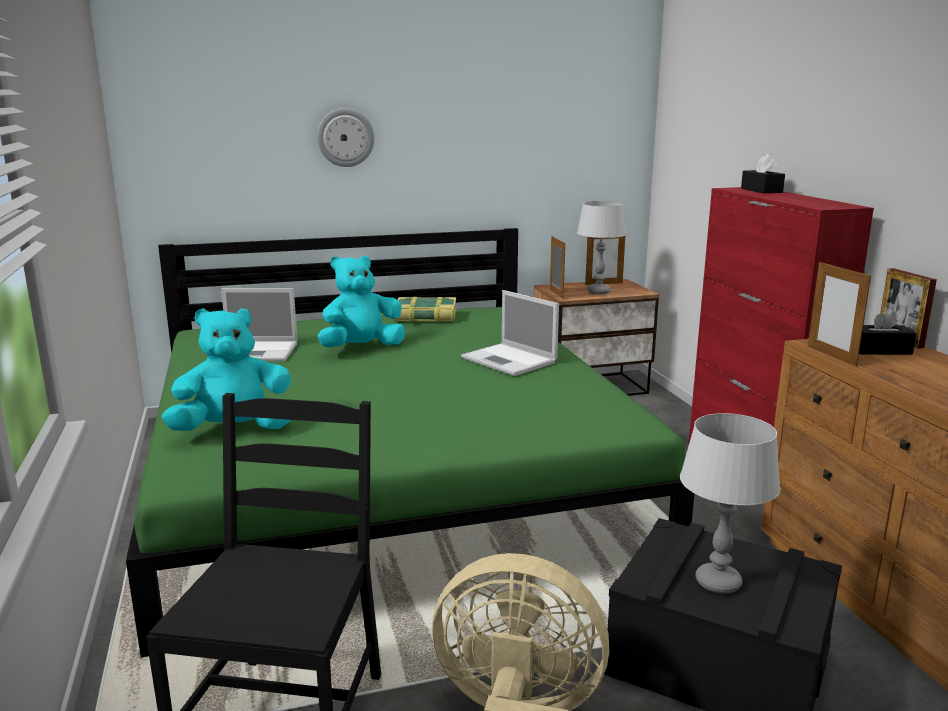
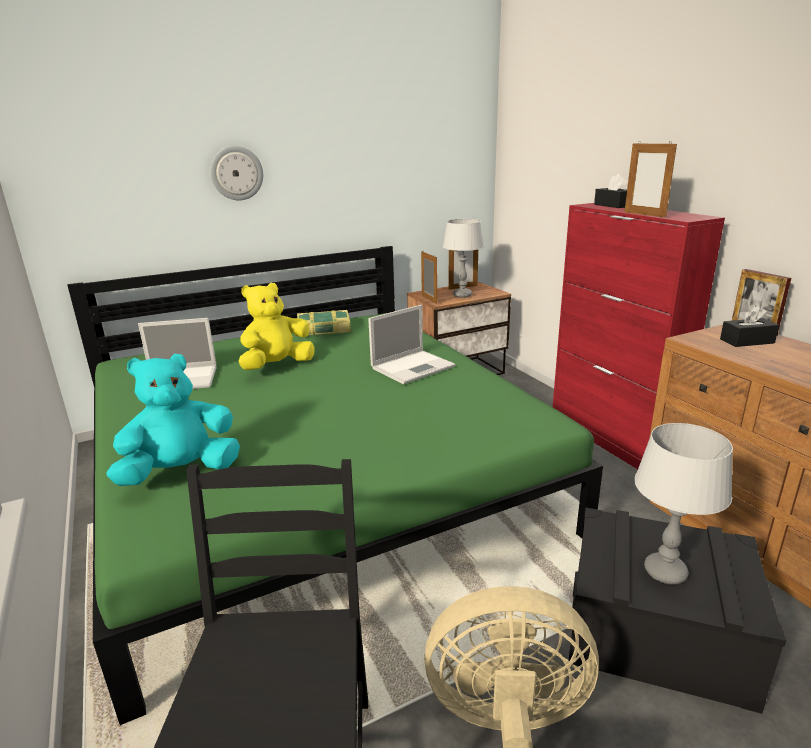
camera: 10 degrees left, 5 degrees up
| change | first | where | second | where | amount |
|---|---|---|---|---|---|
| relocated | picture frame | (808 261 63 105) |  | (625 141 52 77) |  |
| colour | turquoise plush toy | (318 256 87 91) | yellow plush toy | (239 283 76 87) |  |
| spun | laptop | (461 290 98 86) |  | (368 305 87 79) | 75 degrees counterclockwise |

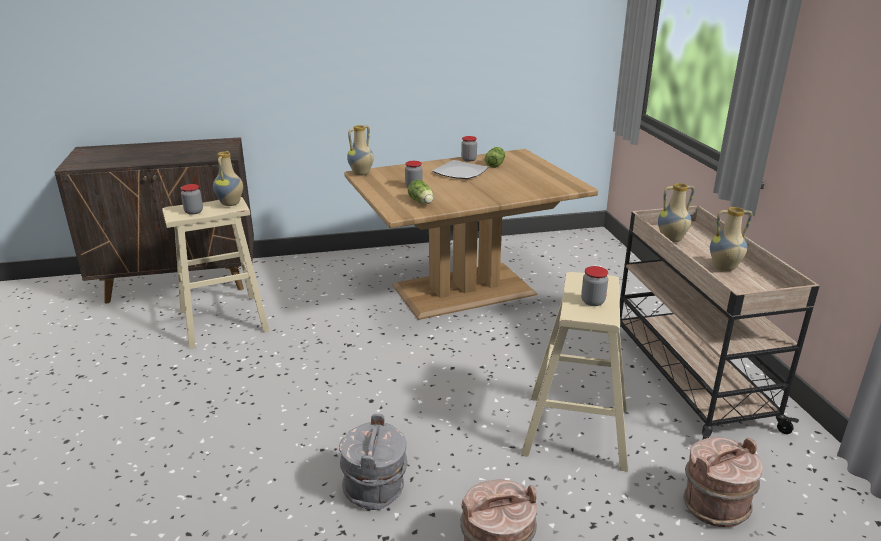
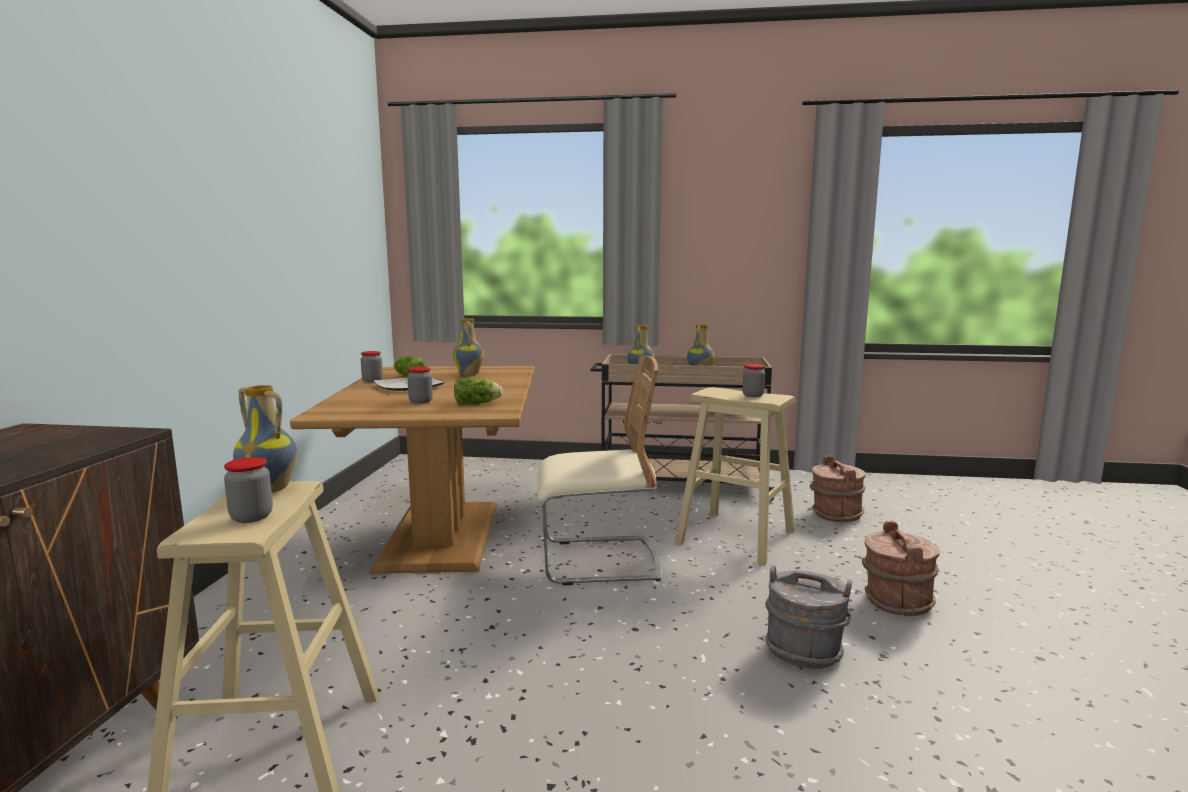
camera: 70 degrees left, 15 degrees down
| change | first | where | second | where | amount |
|---|---|---|---|---|---|
| appeared |  |  | beige chair | (537 356 125 229) |  |
| relocated | vase | (347 125 27 51) |  | (453 318 31 57) |  |

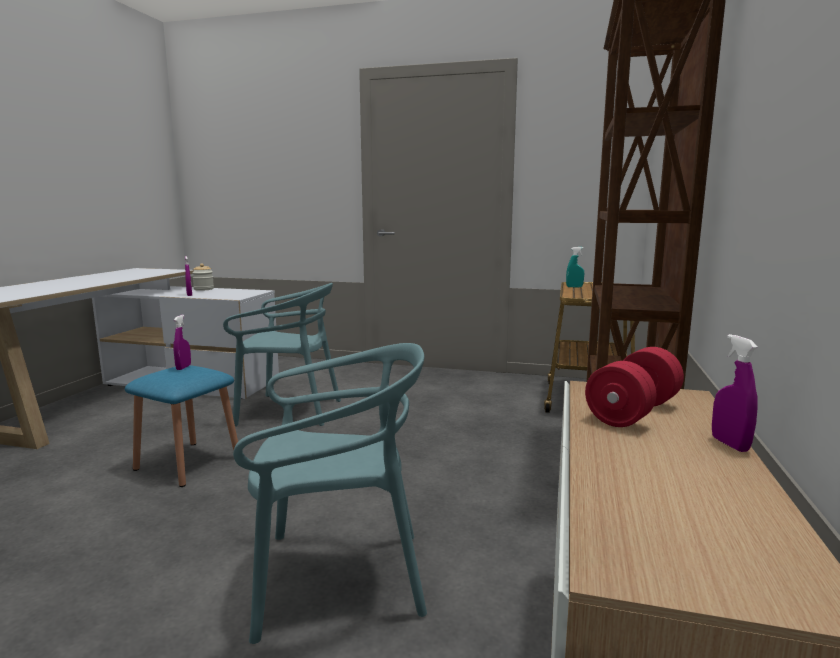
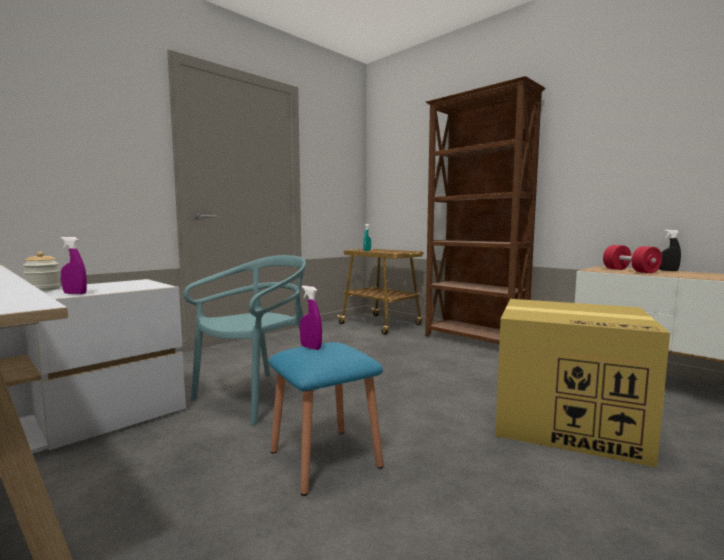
camera: 60 degrees left, 5 degrees down
| change | first | where | second | where | amount |
|---|---|---|---|---|---|
| exchanged | turquoise chair | (233 343 194 301) | cardboard box | (495 299 175 168) |  |
| colour | purple spray bottle | (712 334 46 118) | black spray bottle | (659 230 22 41) |  |

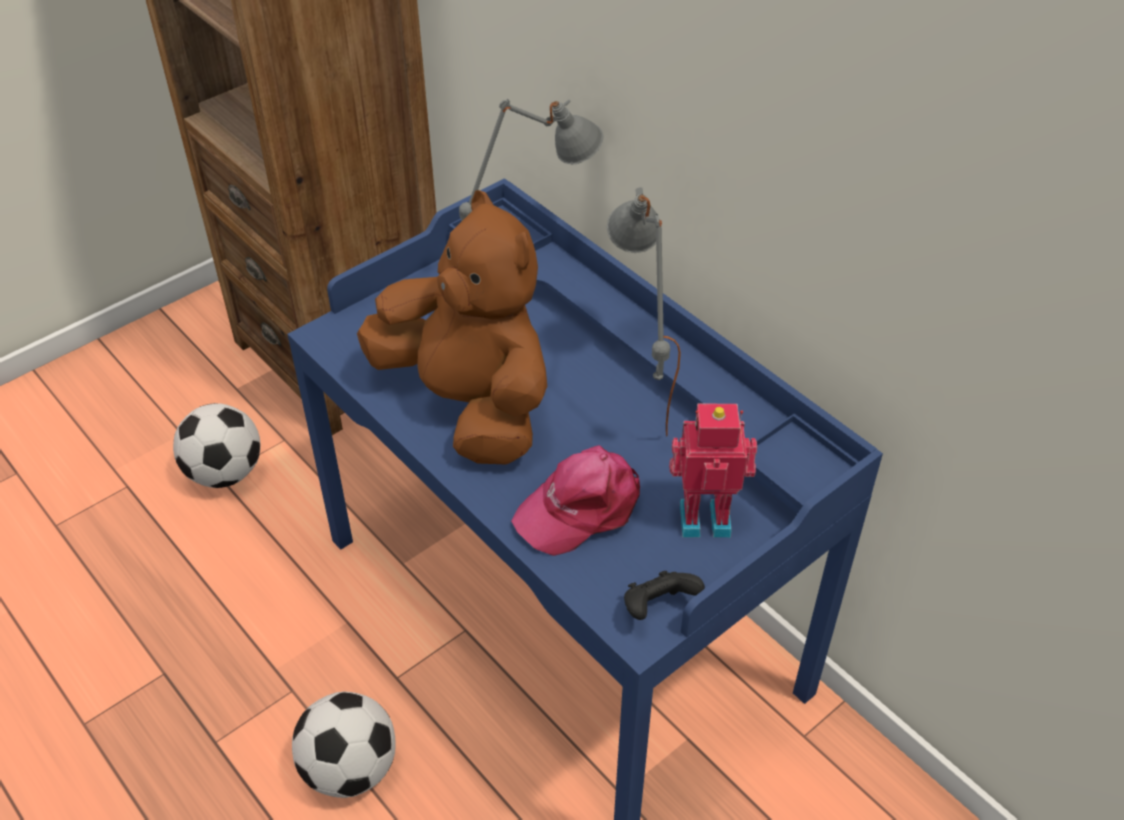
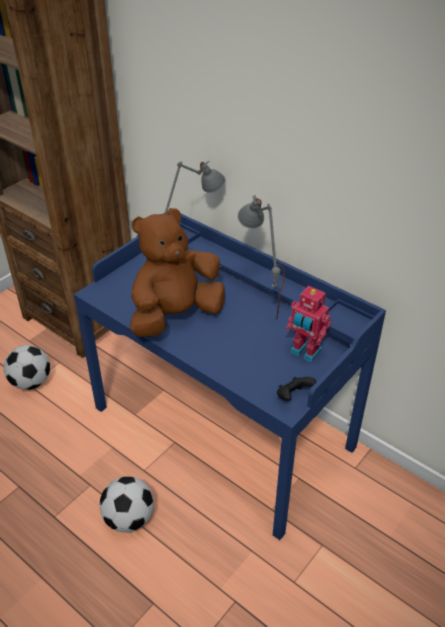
camera: 10 degrees left, 5 degrees down
| change | first | where | second | where | amount |
|---|---|---|---|---|---|
| missing | pink cap | (511 445 129 111) |  |  |  |
| spun | brown plush toy | (357 190 190 274) |  | (130 208 95 129) | 75 degrees counterclockwise |
| spun | toy robot | (669 404 88 134) |  | (286 286 45 76) | 135 degrees counterclockwise |

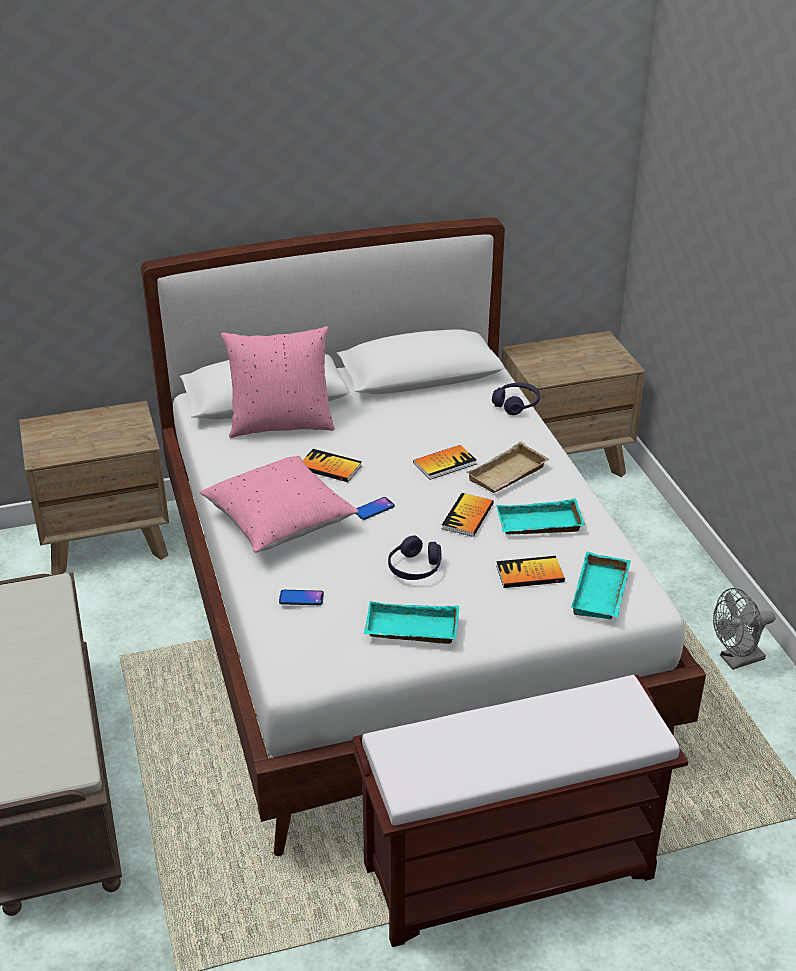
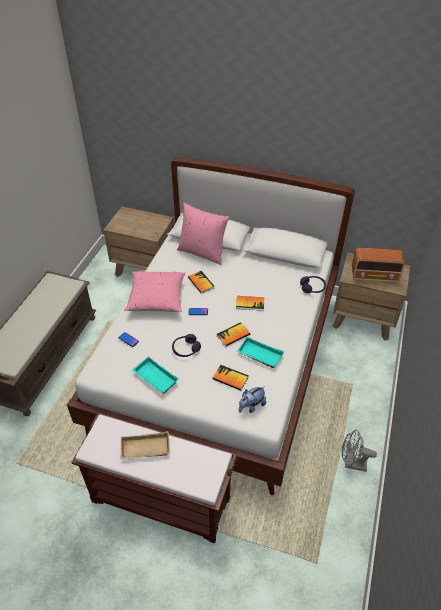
camera: 35 degrees right, 10 degrees up
| change | first | where | second | where | amount |
|---|---|---|---|---|---|
| appeared |  |  | radio | (352 248 53 35) |  |
| relocated | beige tray | (467 441 82 52) |  | (120 431 50 29) |  |
| exchanged | turquoise tray | (571 552 60 67) | plush toy | (239 386 27 27) |  |

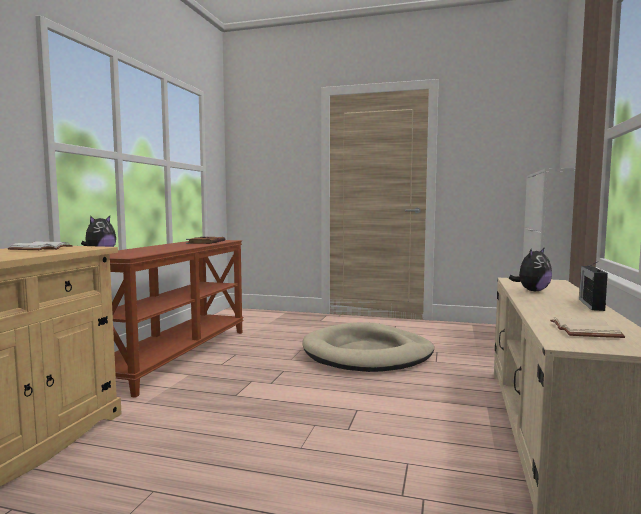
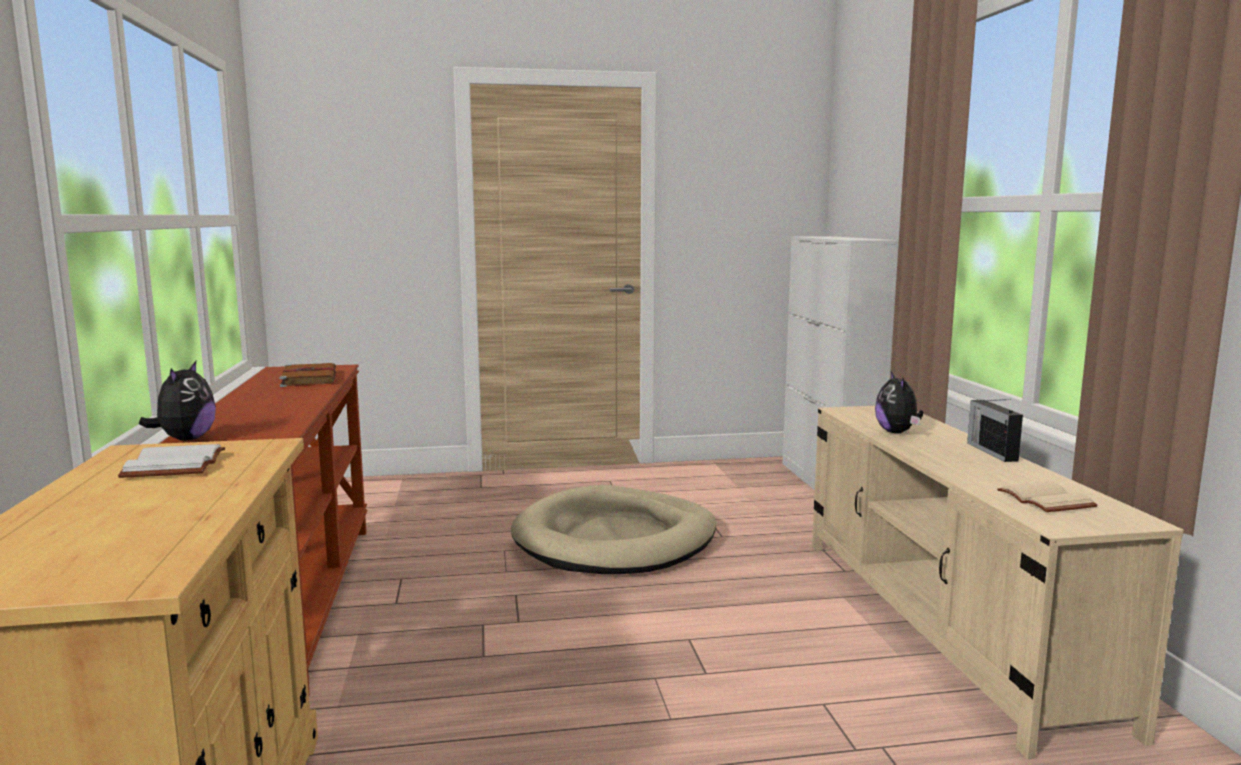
camera: 25 degrees left, 5 degrees up
| change | first | where | second | where | amount |
|---|---|---|---|---|---|
| spun | plush toy | (509 247 43 44) |  | (875 372 48 61) | 150 degrees clockwise |

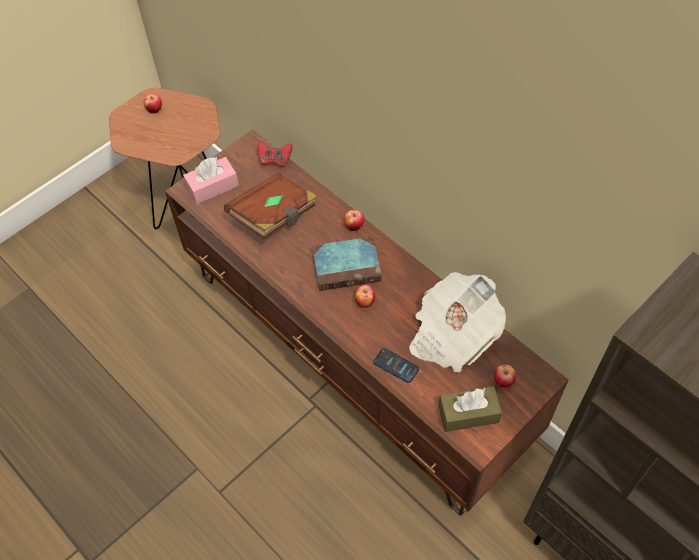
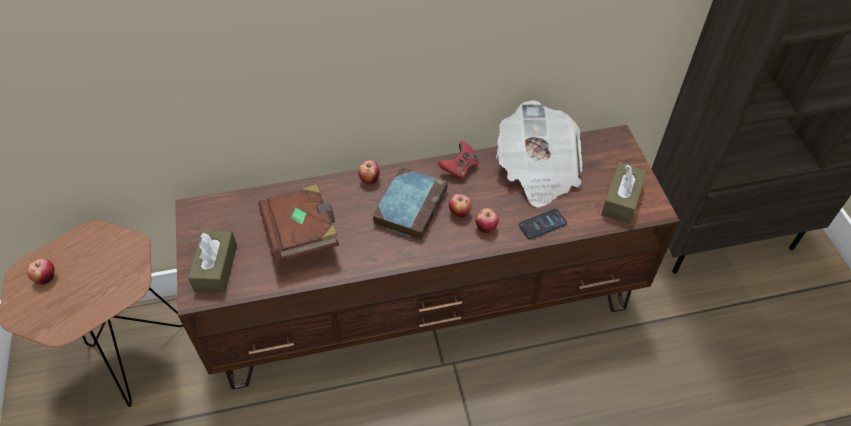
camera: 60 degrees left, 5 degrees down
| change | first | where | second | where | amount |
|---|---|---|---|---|---|
| relocated | red game controller | (258 141 35 26) |  | (438 141 41 38) |  |
| relocated | apple | (494 364 22 24) |  | (475 208 24 25) |  |
| colour | pink tissue box | (183 156 56 48) | brown tissue box | (188 230 49 63) |  |

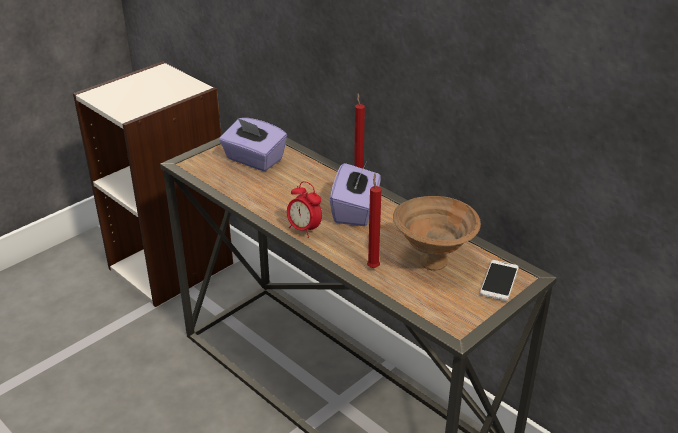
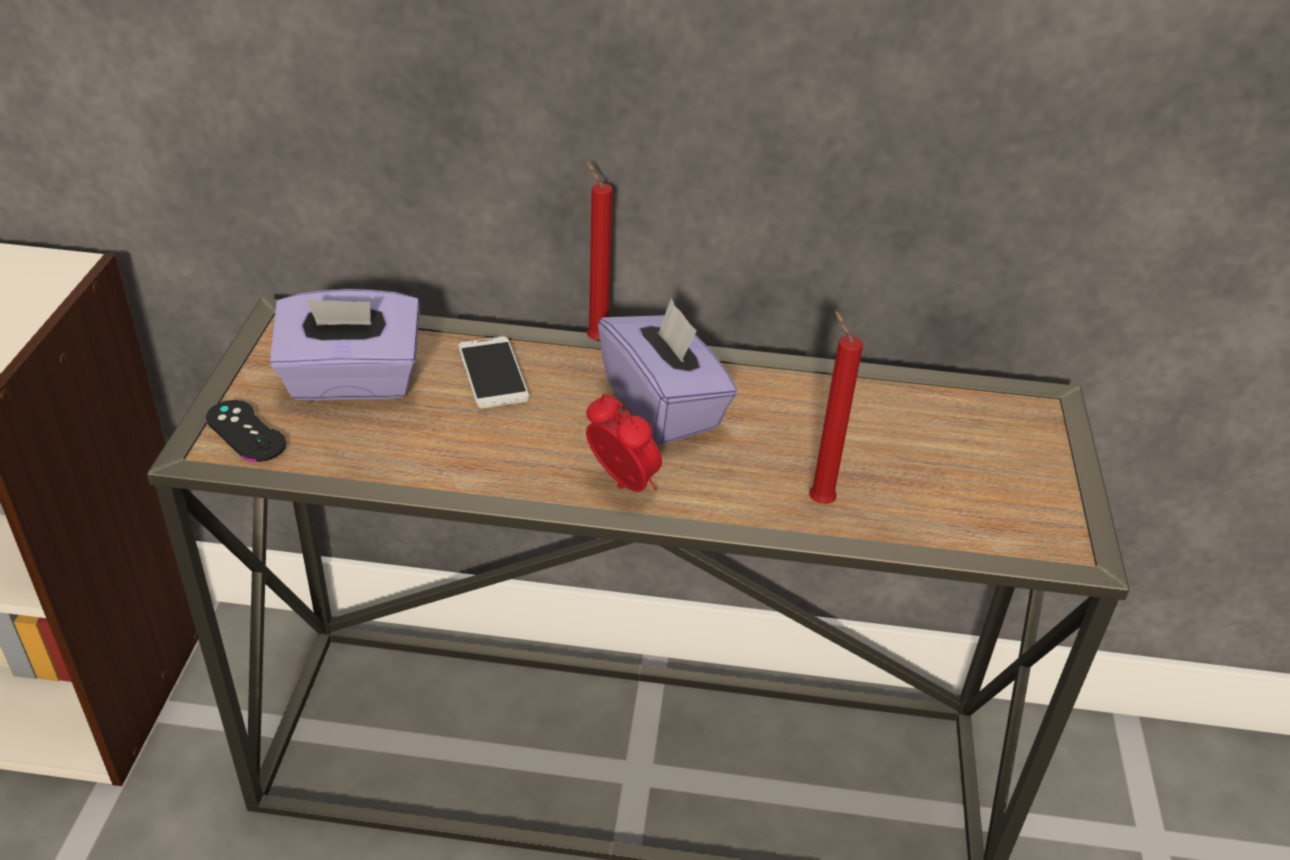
camera: 40 degrees left, 5 degrees up
| change | first | where | second | where | amount |
|---|---|---|---|---|---|
| missing | brown bowl | (393 196 88 75) |  |  |  |
| appeared |  |  | black game controller | (206 400 80 62) |  |
| relocated | phone | (480 260 39 41) |  | (458 336 71 73) |  |
| spun | alarm clock | (287 181 35 57) |  | (586 394 76 98) | 135 degrees counterclockwise |

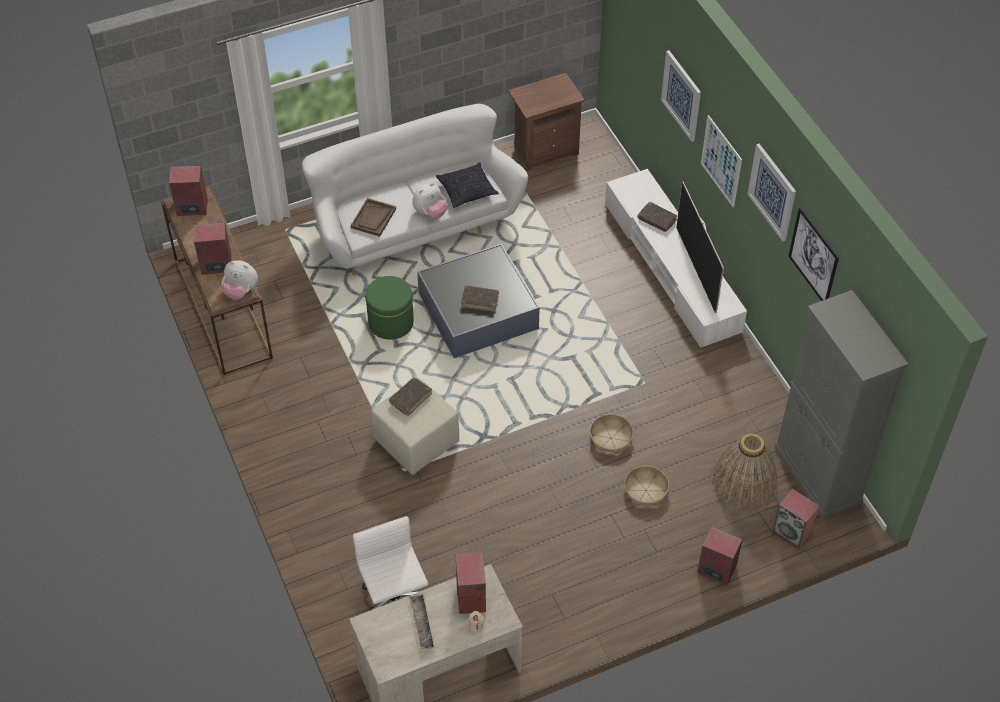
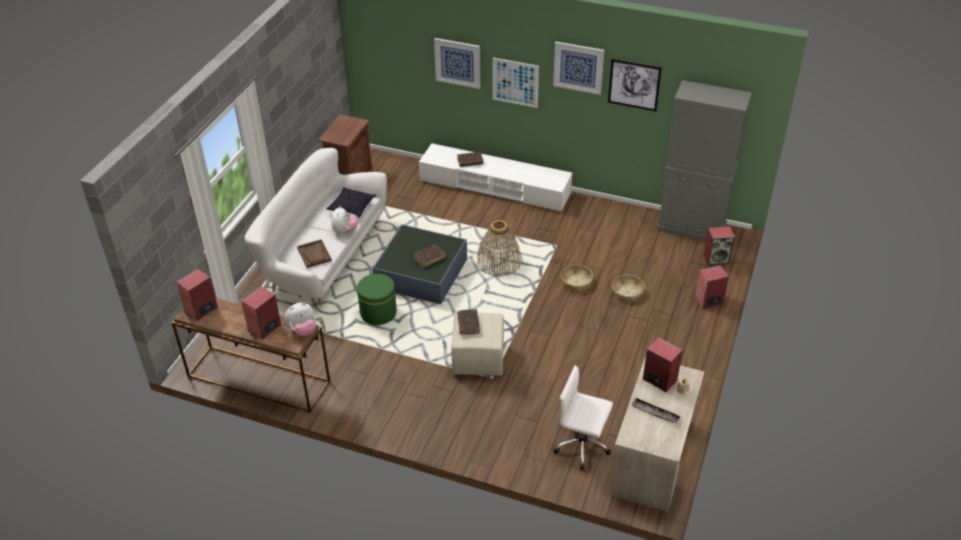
camera: 45 degrees left, 10 degrees down
| change | first | where | second | where | amount |
|---|---|---|---|---|---|
| missing | television | (676 182 48 131) |  |  |  |
| relocated | basket | (712 434 65 75) |  | (477 220 45 57) |  |

